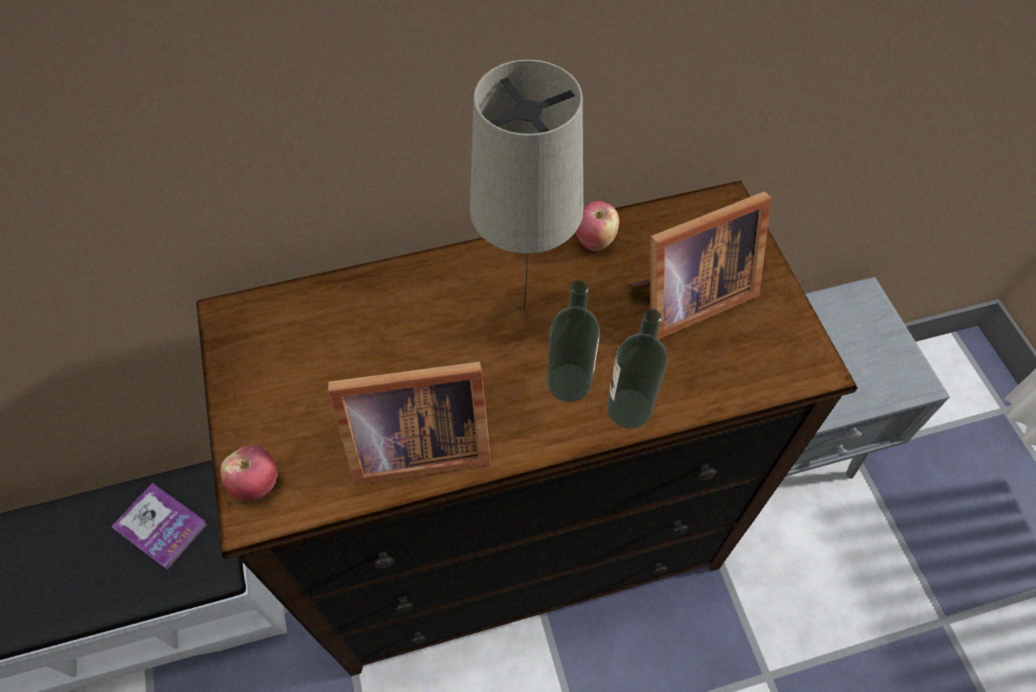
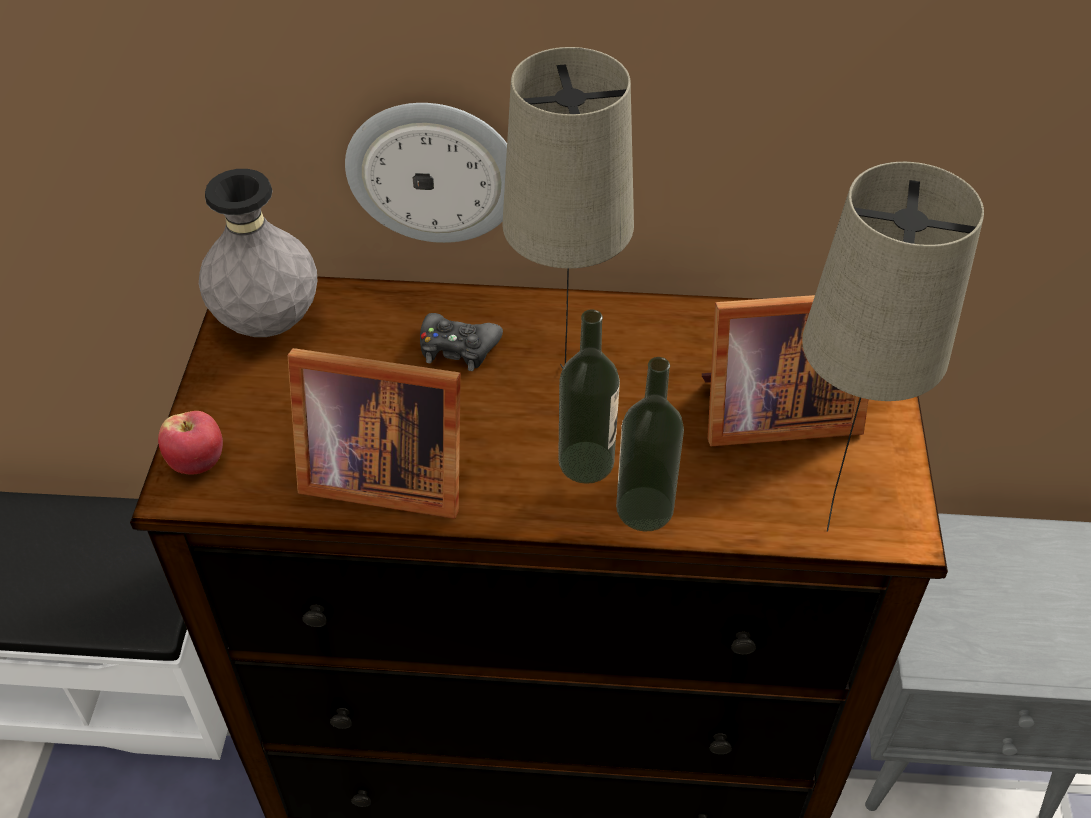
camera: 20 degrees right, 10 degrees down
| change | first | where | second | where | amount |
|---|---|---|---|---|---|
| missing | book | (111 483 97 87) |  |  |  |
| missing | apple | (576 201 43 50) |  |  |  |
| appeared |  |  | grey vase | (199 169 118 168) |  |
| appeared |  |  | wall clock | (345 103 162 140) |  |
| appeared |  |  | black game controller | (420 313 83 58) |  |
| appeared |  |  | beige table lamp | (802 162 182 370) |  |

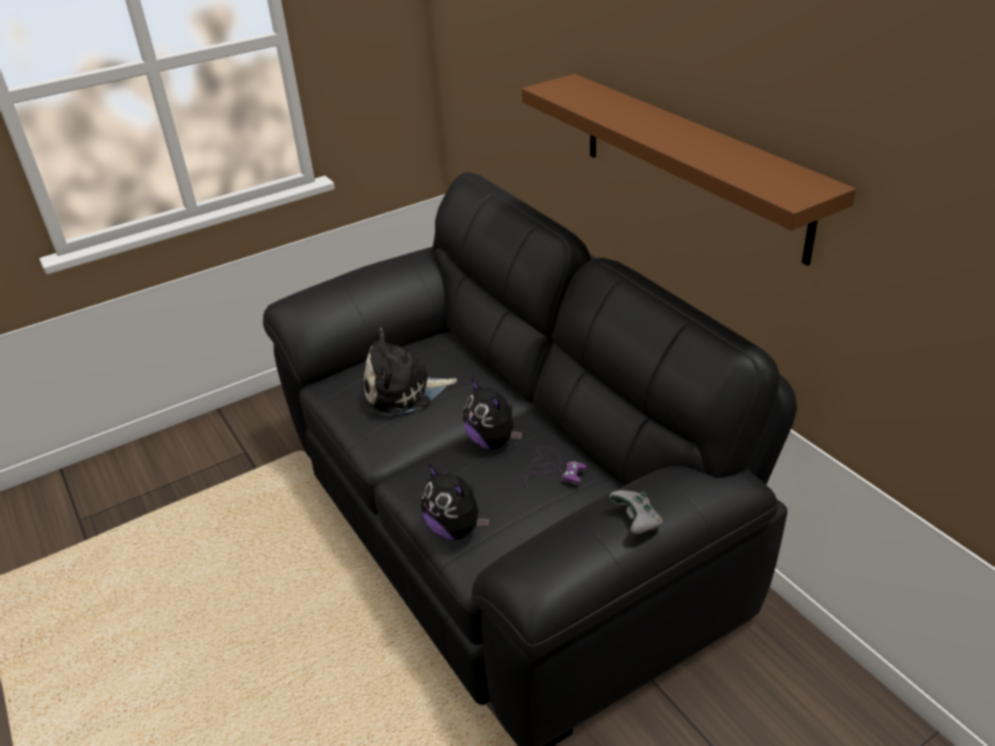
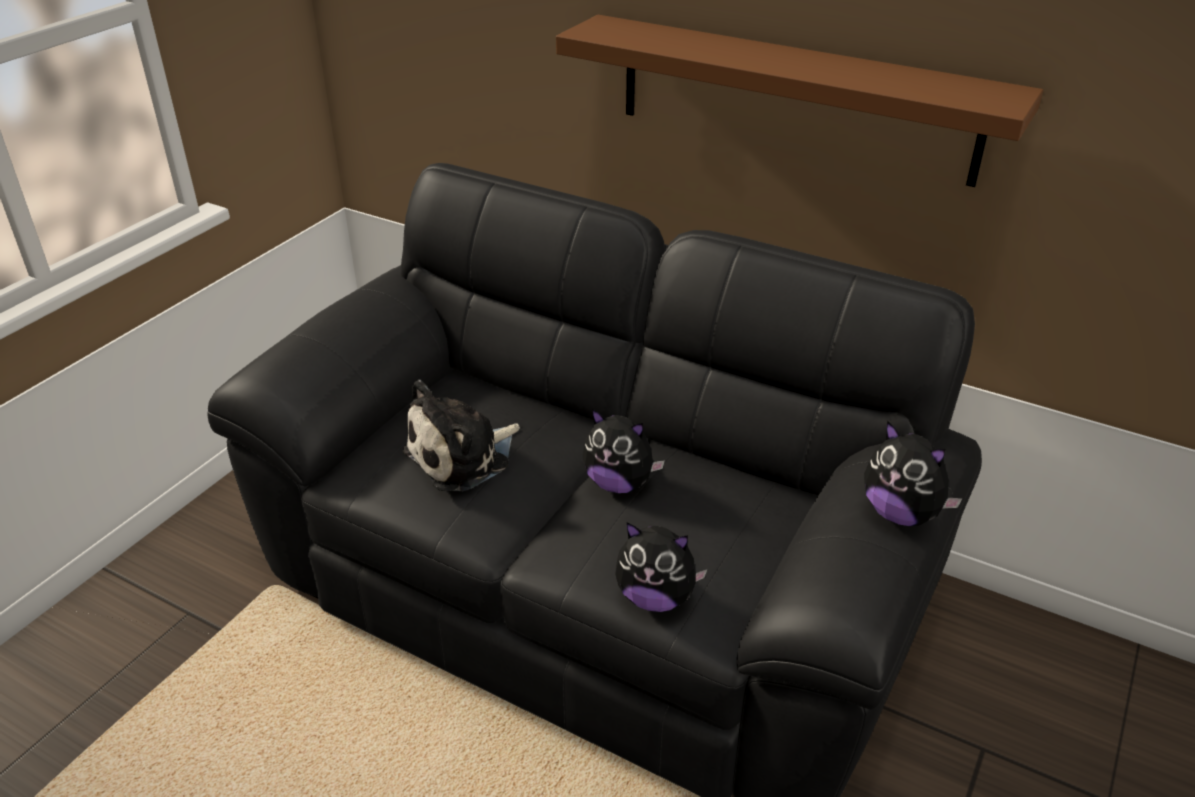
camera: 30 degrees left, 0 degrees up
| change | first | where | second | where | amount |
|---|---|---|---|---|---|
| missing | purple game controller | (525 446 61 39) |  |  |  |
| exchanged | grey game controller | (609 490 54 44) | plush toy | (864 421 99 105) |  |

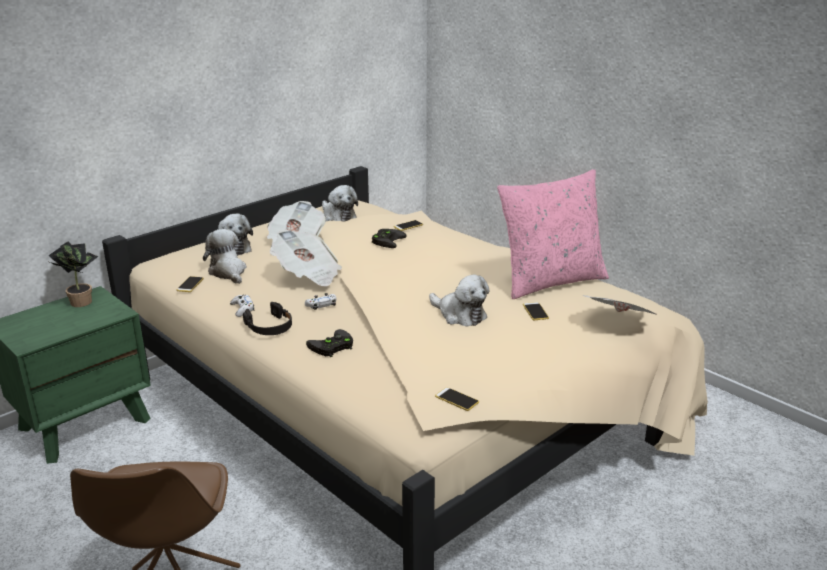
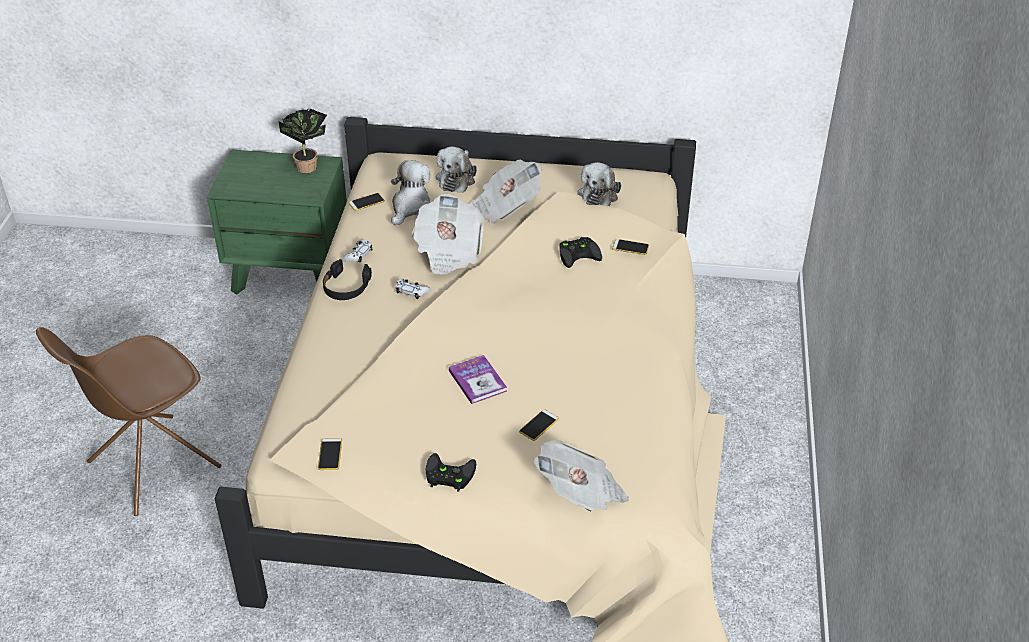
camera: 50 degrees right, 15 degrees up
| change | first | where | second | where | amount |
|---|---|---|---|---|---|
| missing | pink pillow | (497 169 112 130) |  |  |  |
| relocated | black game controller | (306 329 47 28) |  | (426 453 50 39) |  |
| exchanged | plush toy | (429 274 61 52) | book | (449 355 58 49) |  |

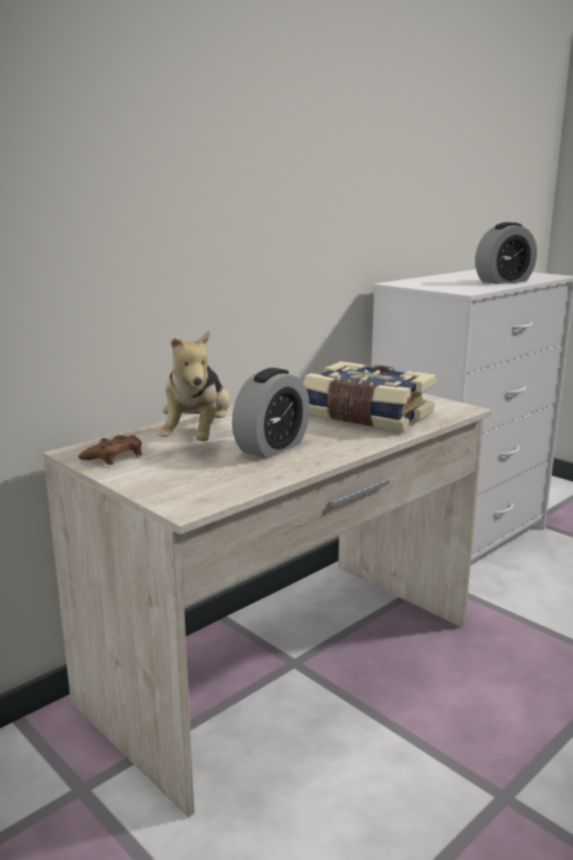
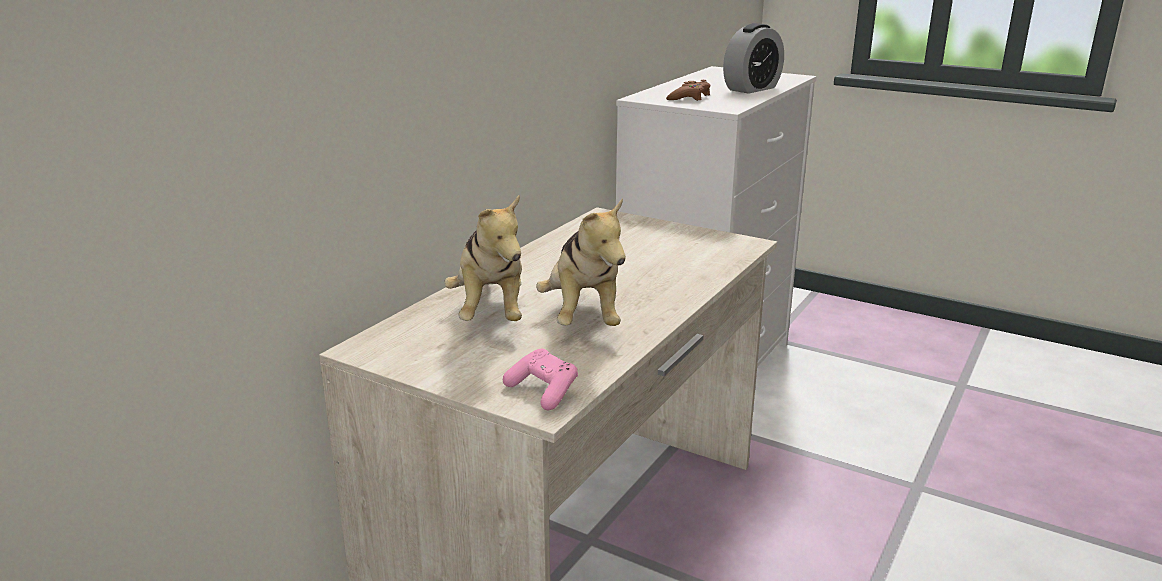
camera: 15 degrees left, 5 degrees up
| change | first | where | second | where | amount |
|---|---|---|---|---|---|
| missing | book | (304 361 132 70) |  |  |  |
| appeared |  |  | pink game controller | (503 349 75 61) |  |
| relocated | brown game controller | (78 435 64 30) |  | (666 80 44 21) |  |
| exchanged | alarm clock | (232 368 78 90) | plush toy | (536 198 90 128) |  |

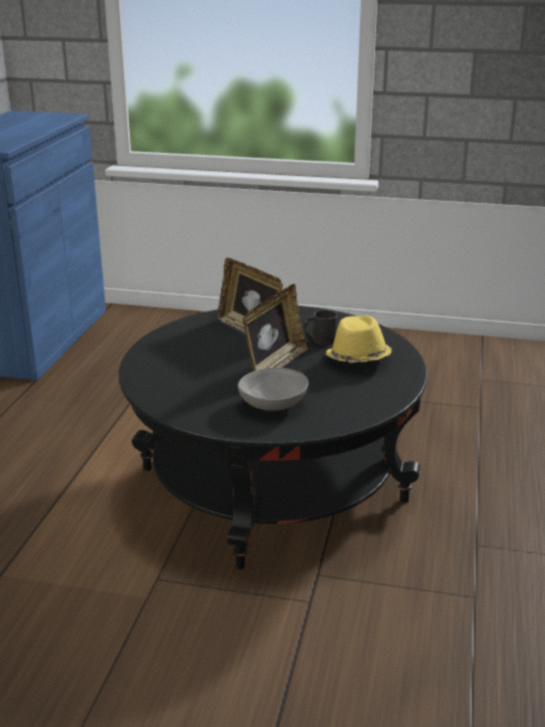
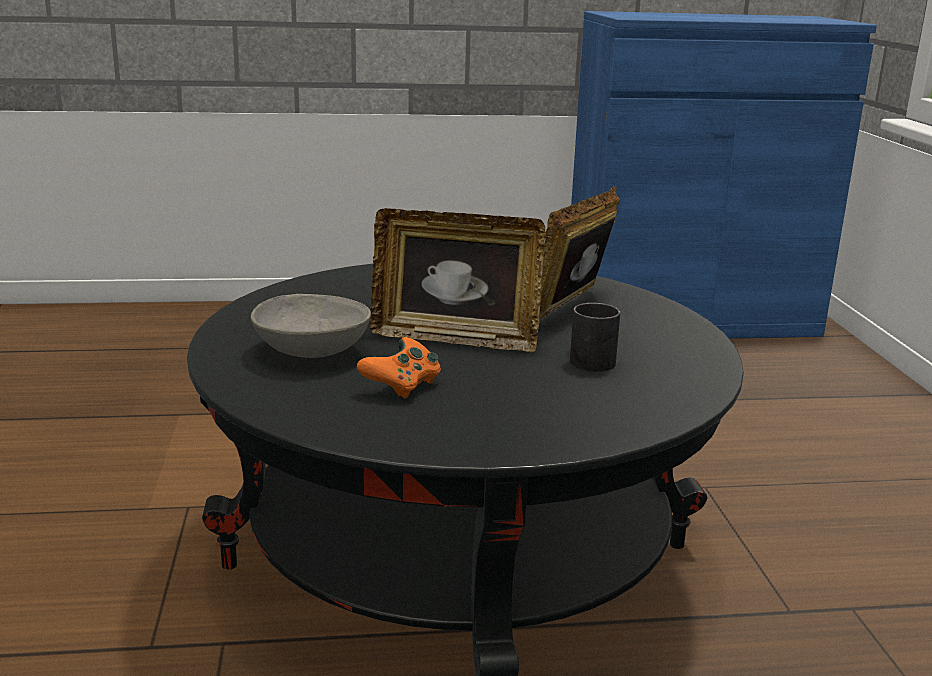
camera: 70 degrees right, 5 degrees down
| change | first | where | second | where | amount |
|---|---|---|---|---|---|
| missing | yellow hat | (325 316 67 47) |  |  |  |
| appeared |  |  | orange game controller | (357 337 84 62) |  |

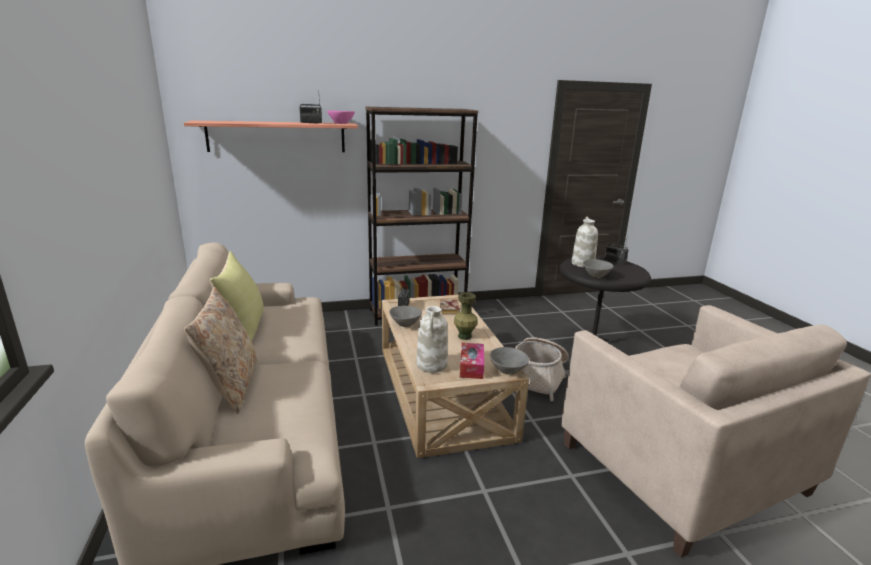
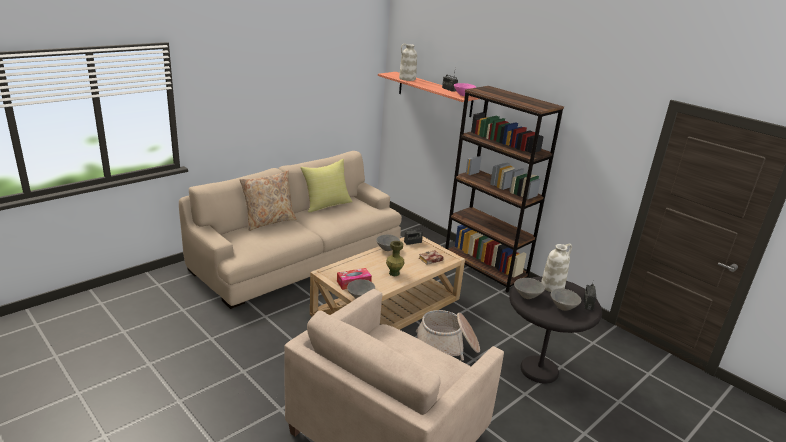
camera: 60 degrees right, 5 degrees up
| change | first | where | second | where | amount |
|---|---|---|---|---|---|
| appeared |  |  | grey bowl | (551 288 30 23) |  |
| relocated | white vase | (416 306 32 67) |  | (399 44 18 37) |  |

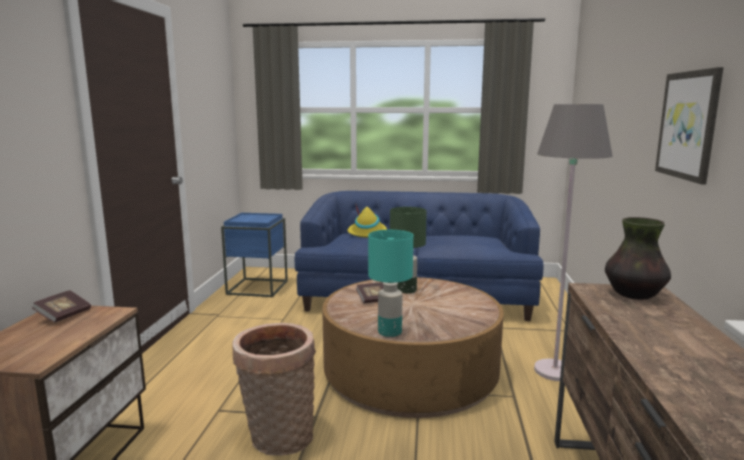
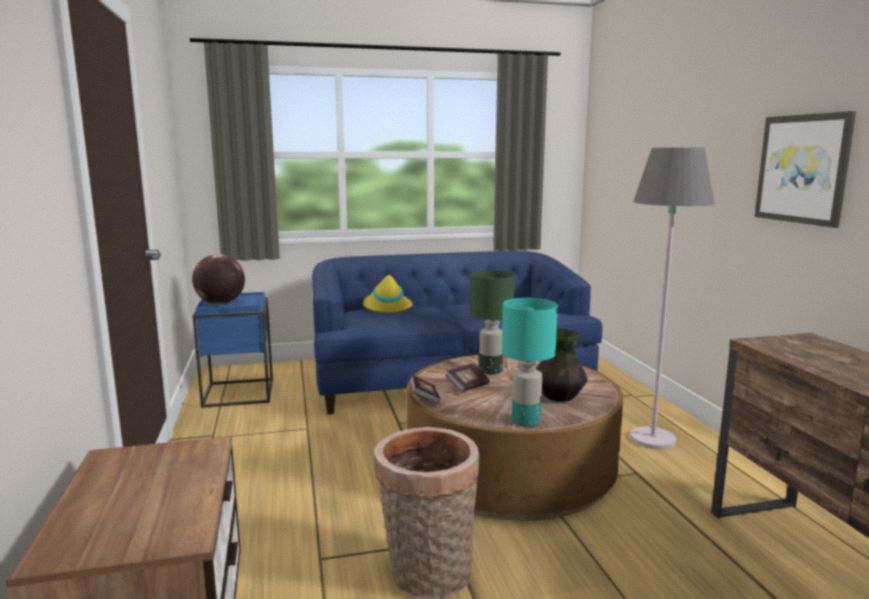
camera: 20 degrees left, 0 degrees up
| change | first | where | second | where | amount |
|---|---|---|---|---|---|
| appeared |  |  | globe | (192 254 53 51) |  |
| relocated | book | (32 290 59 33) |  | (410 375 30 28) |  |
| relocated | vase | (605 217 66 83) |  | (536 329 51 73) |  |

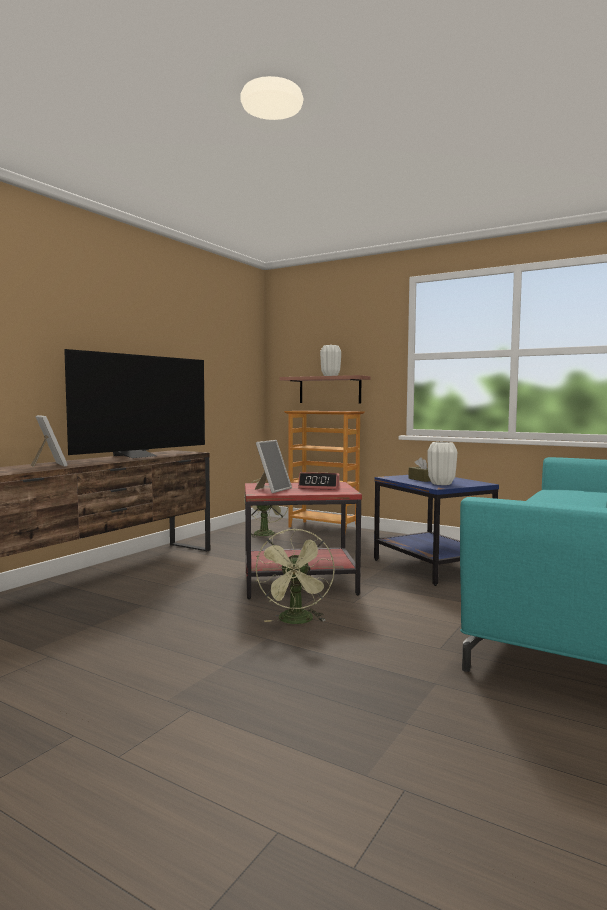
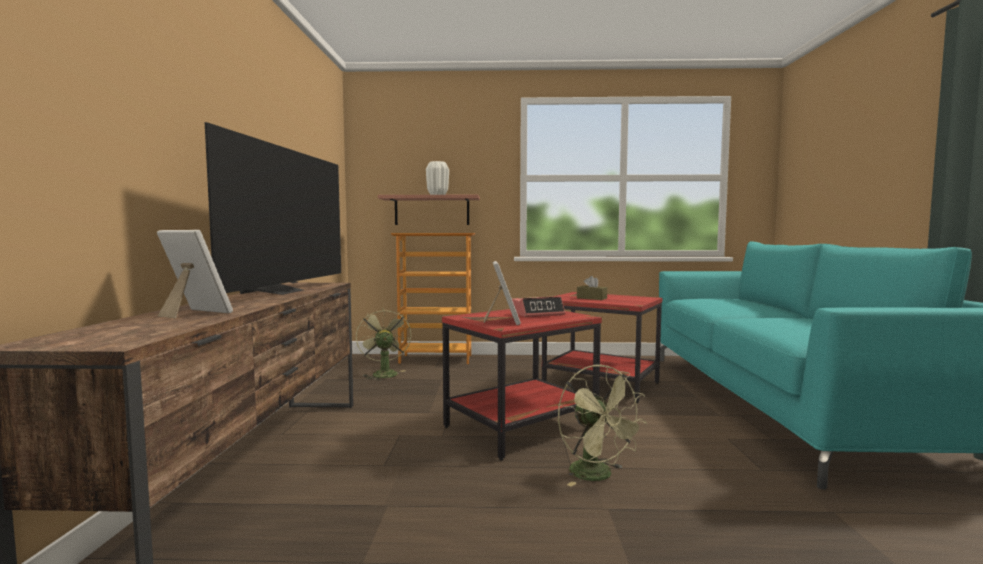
camera: 30 degrees left, 0 degrees up
| change | first | where | second | where | amount |
|---|---|---|---|---|---|
| missing | white vase | (427 442 30 43) |  |  |  |
| colour | blue side table | (374 475 125 111) | red side table | (542 292 120 111) |  |

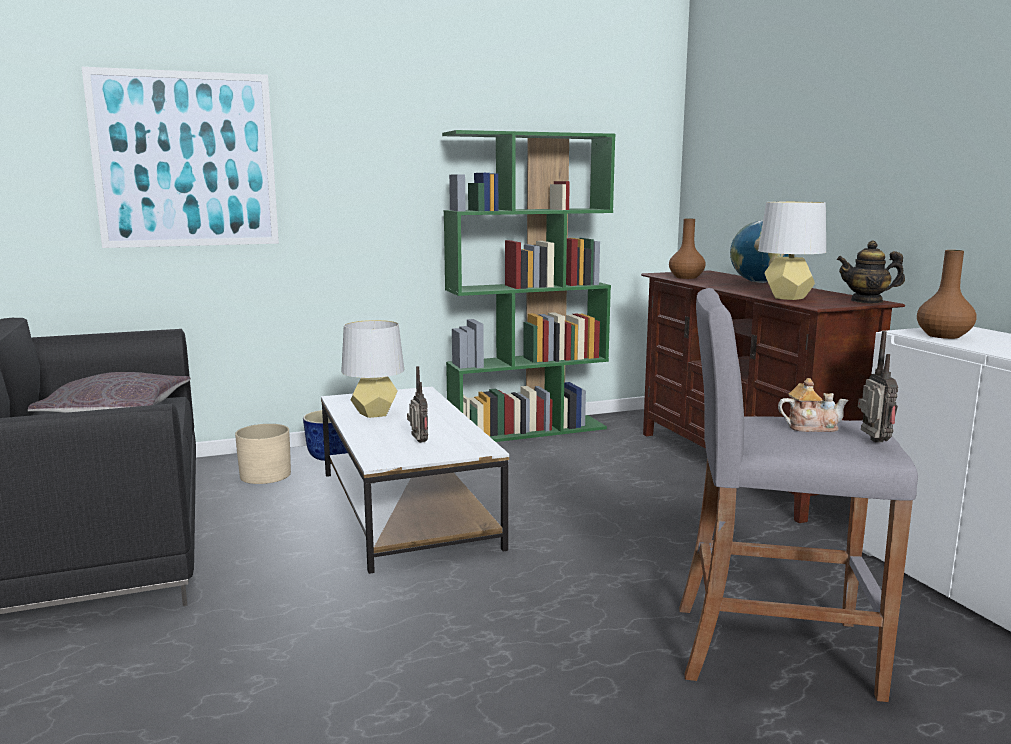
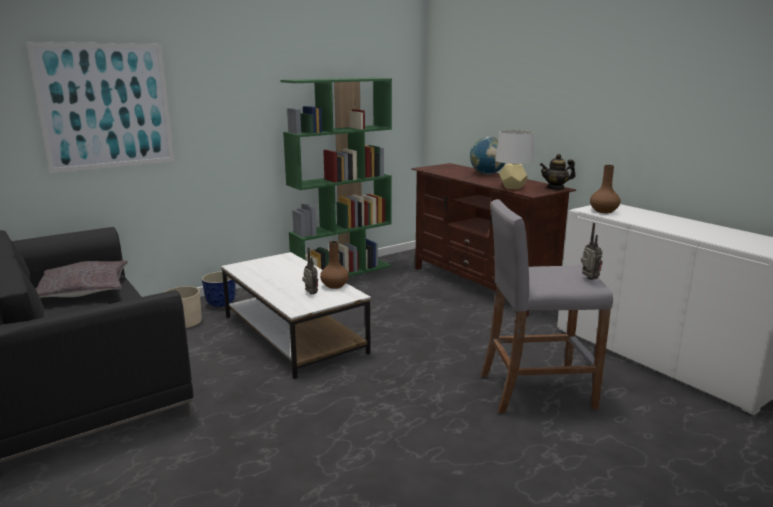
camera: 15 degrees left, 5 degrees up
| change | first | where | second | where | amount |
|---|---|---|---|---|---|
| missing | grey table lamp | (341 320 63 98) |  |  |  |
| missing | teapot | (778 378 71 54) |  |  |  |
| relocated | brown vase | (669 219 37 60) |  | (320 241 29 48) |  |

